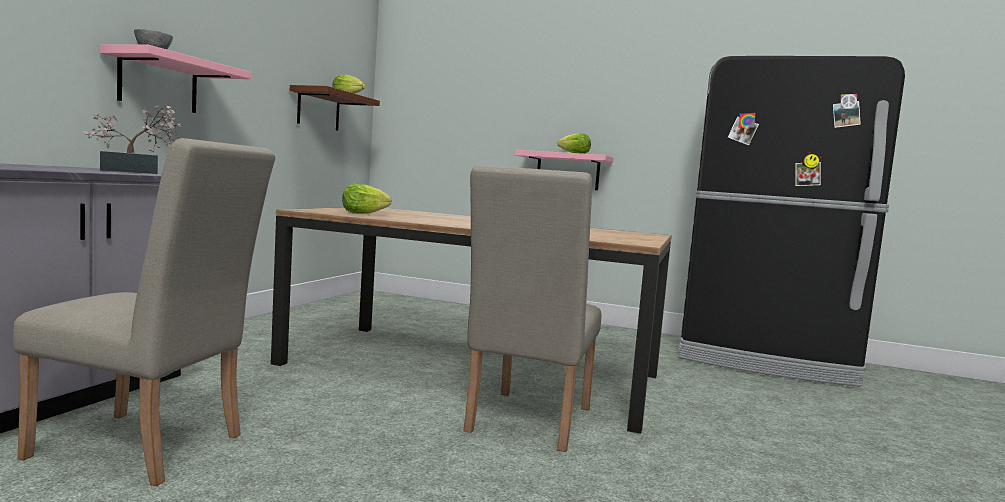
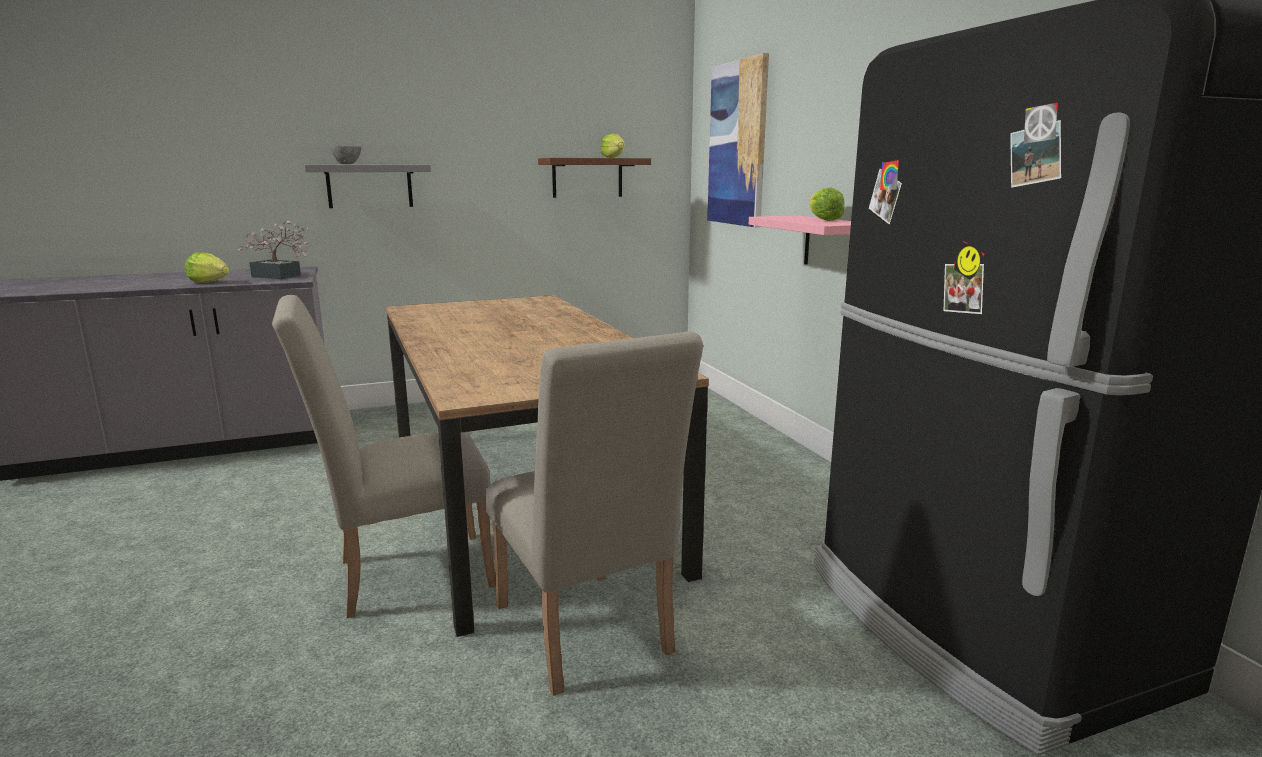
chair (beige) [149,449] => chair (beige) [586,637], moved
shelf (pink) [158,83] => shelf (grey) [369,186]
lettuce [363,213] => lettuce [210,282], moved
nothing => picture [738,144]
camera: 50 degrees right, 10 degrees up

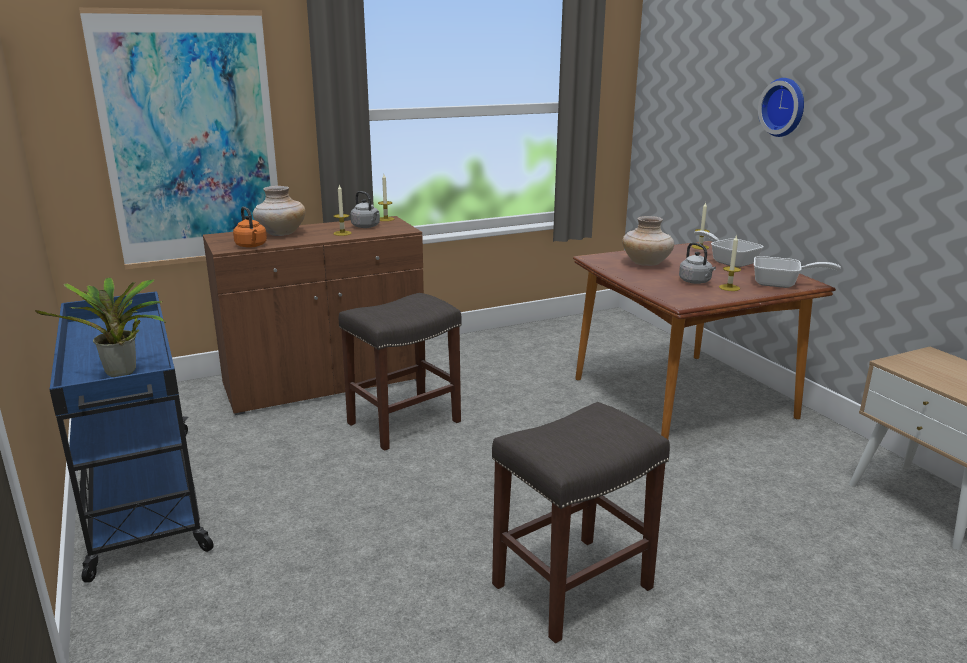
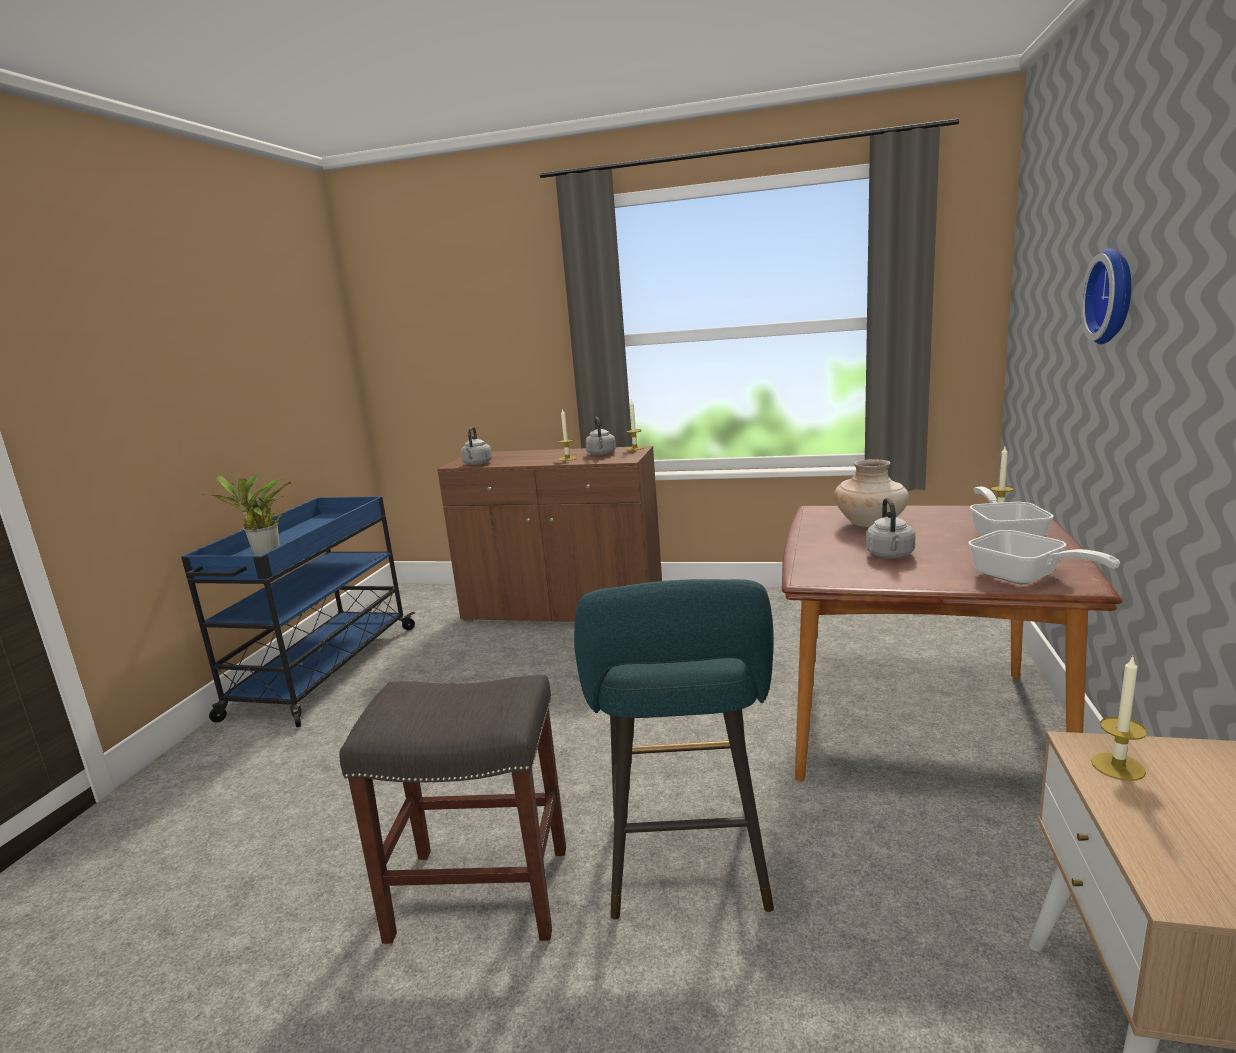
picture [191,141] => nothing
kettle (orange) [251,246] => kettle (grey) [477,464]
vase (beige) [280,234] => nothing
stool (grey) [405,421] => nothing
candle [729,288] => candle [1118,766], moved
nothing => stool (turquoise) [687,868]
camera: 40 degrees right, 5 degrees down

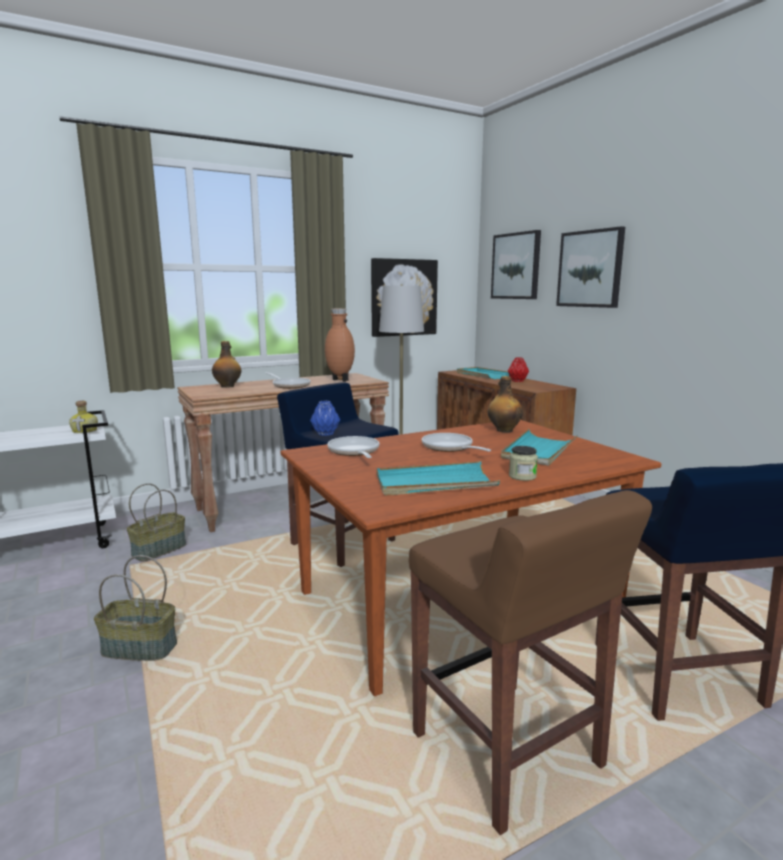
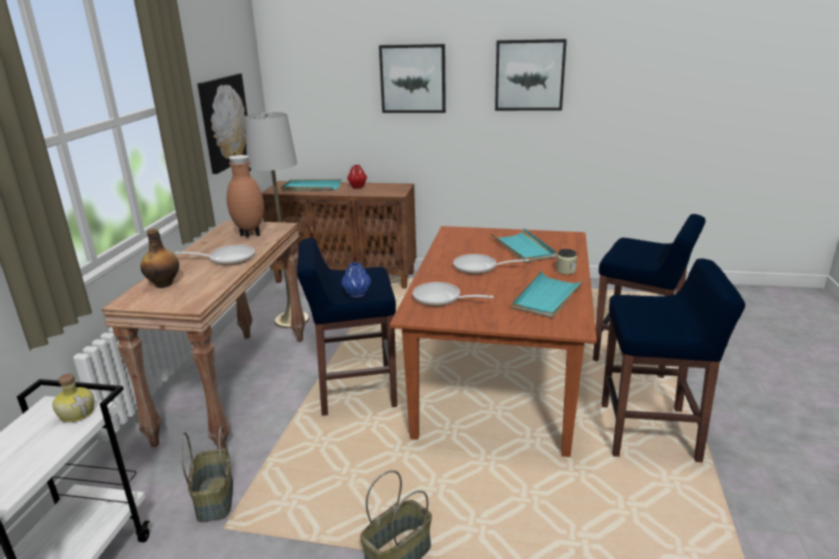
stool (brown) [508,752] => stool (blue) [650,432]
bottle [504,430] => nothing
picture [516,266] => picture [529,75], moved
camera: 50 degrees left, 10 degrees up

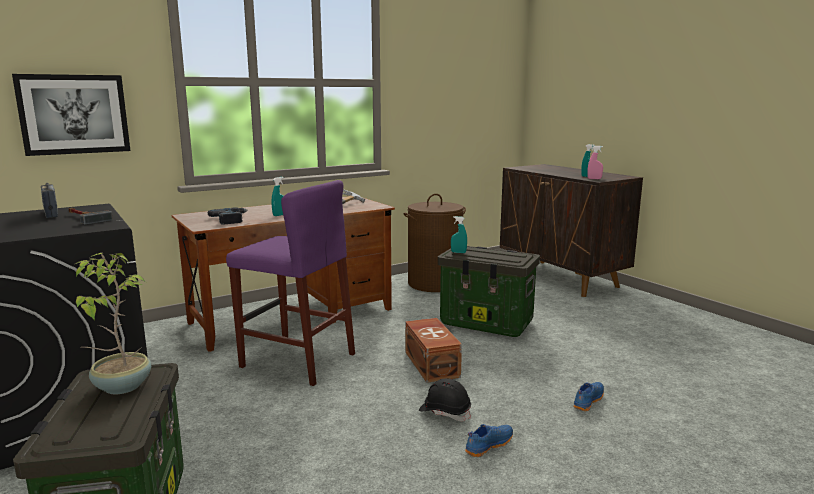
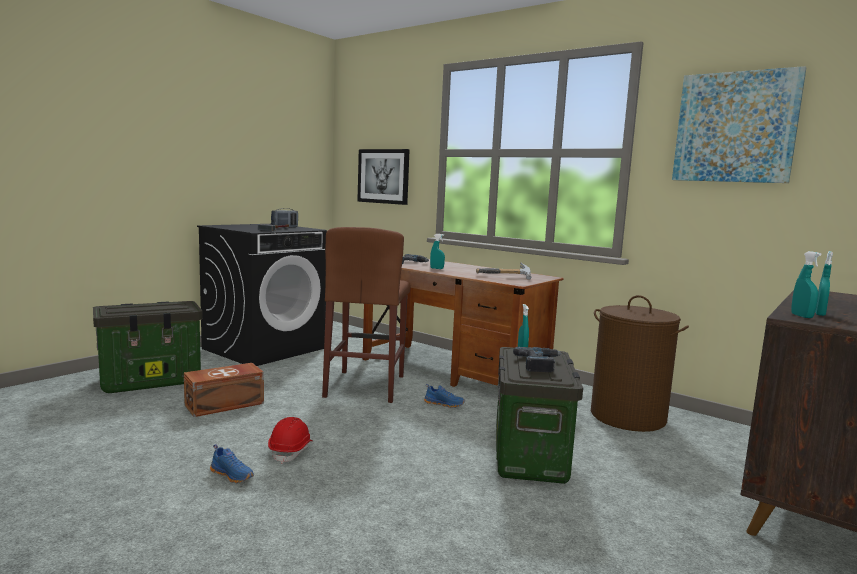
potted plant [121,387] => nothing
stool (purple) [297,360] => stool (brown) [365,386]
storage box (brown) [432,363] => storage box (brown) [226,404], moved
hard hat (black) [445,412] => hard hat (red) [291,451]
shoe (blue) [587,401] => shoe (blue) [444,404], moved
spray bottle (pink) [594,179] => spray bottle (turquoise) [802,316]
nothing => power drill [540,364]
nothing => picture [735,127]
camera: 70 degrees right, 5 degrees down

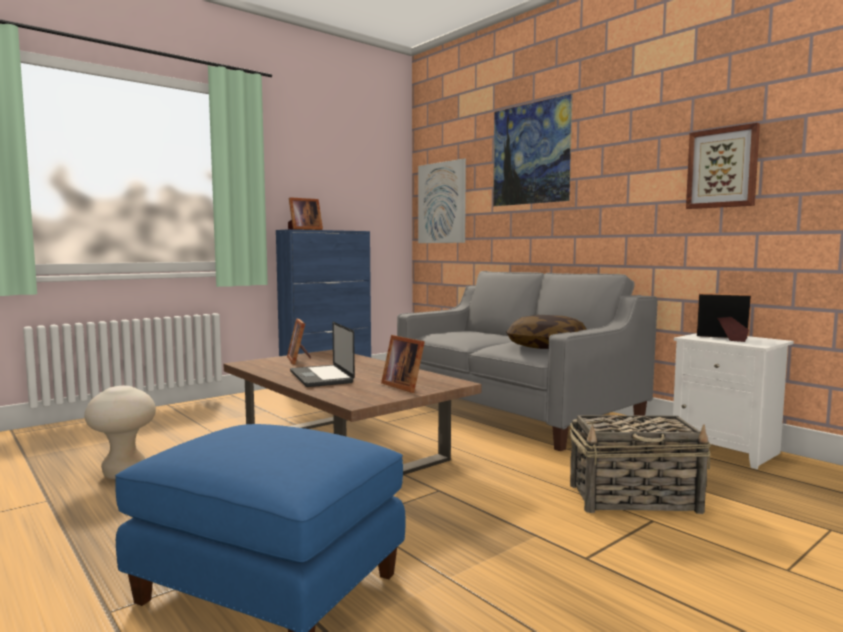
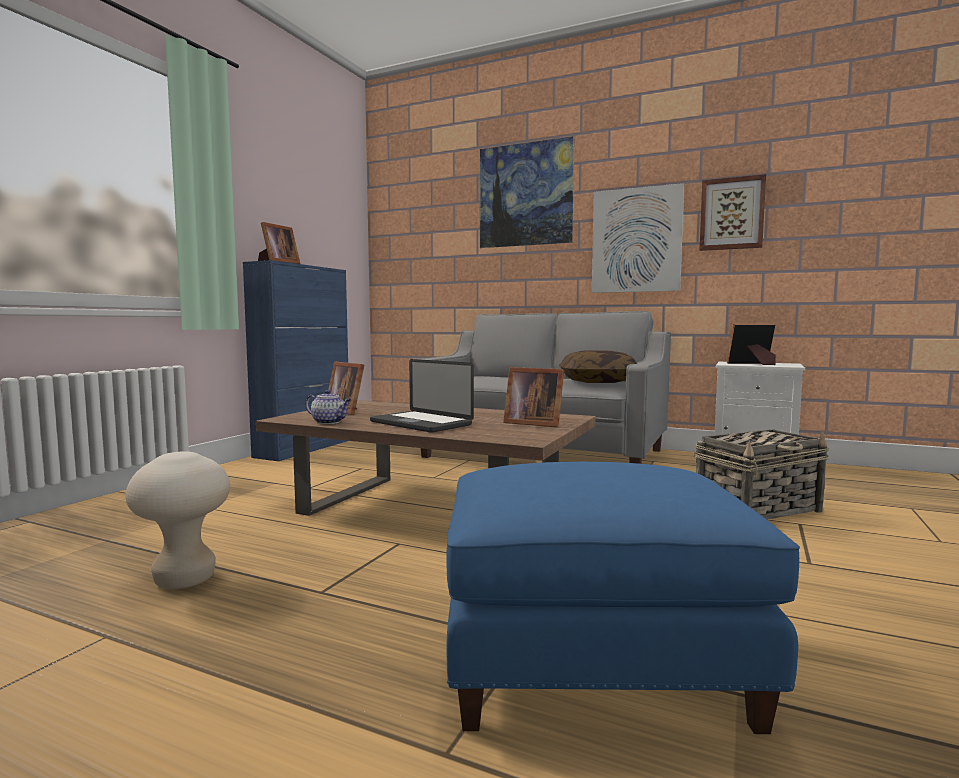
picture [441,203] => picture [636,240], moved
nothing => teapot [329,422]
camera: 25 degrees left, 0 degrees up

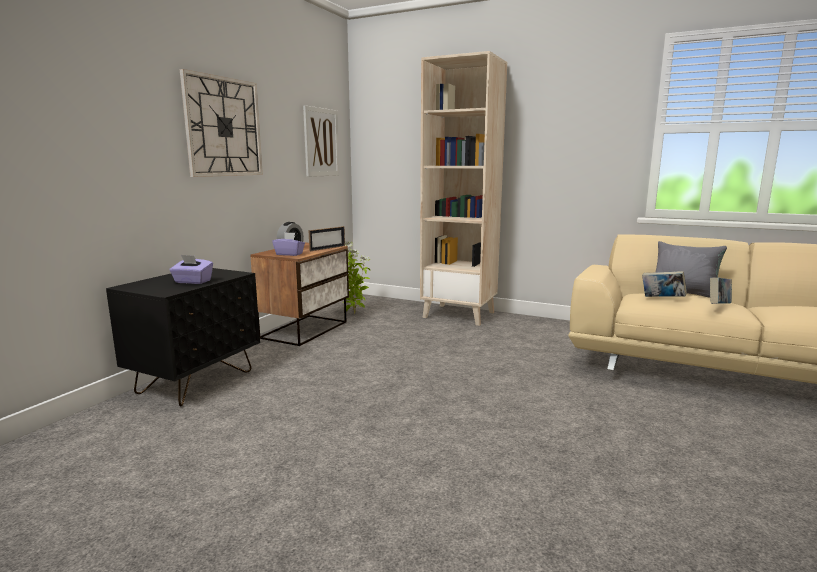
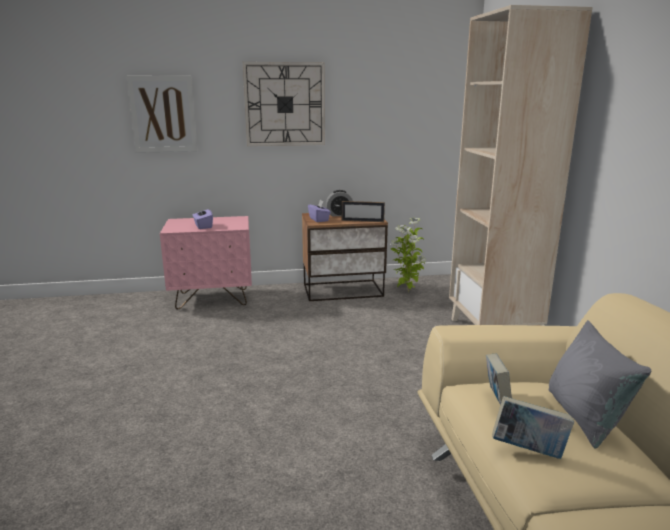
nightstand (black) [196,382] => nightstand (pink) [213,299]
picture [321,142] => picture [163,114], moved
camera: 55 degrees right, 5 degrees up

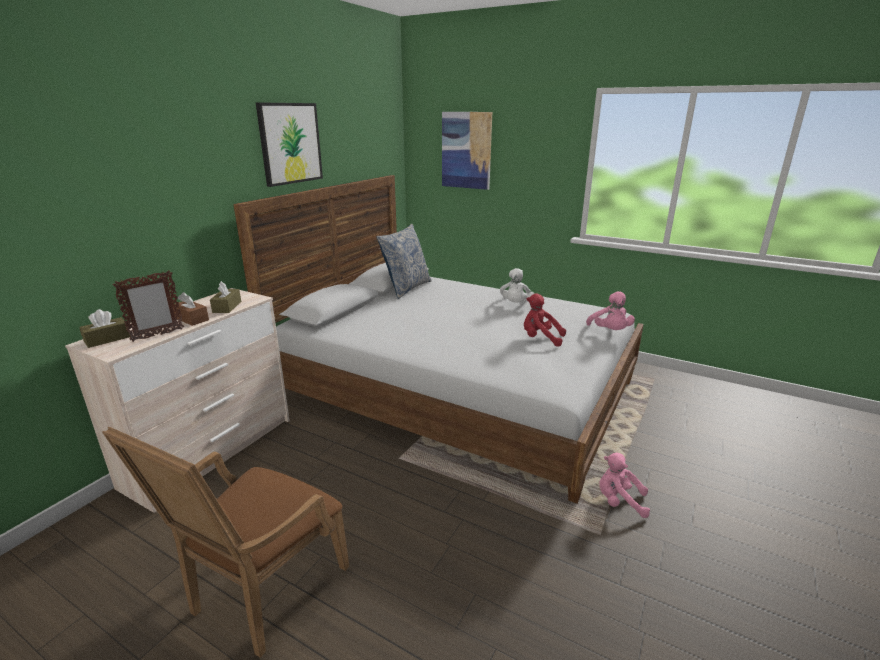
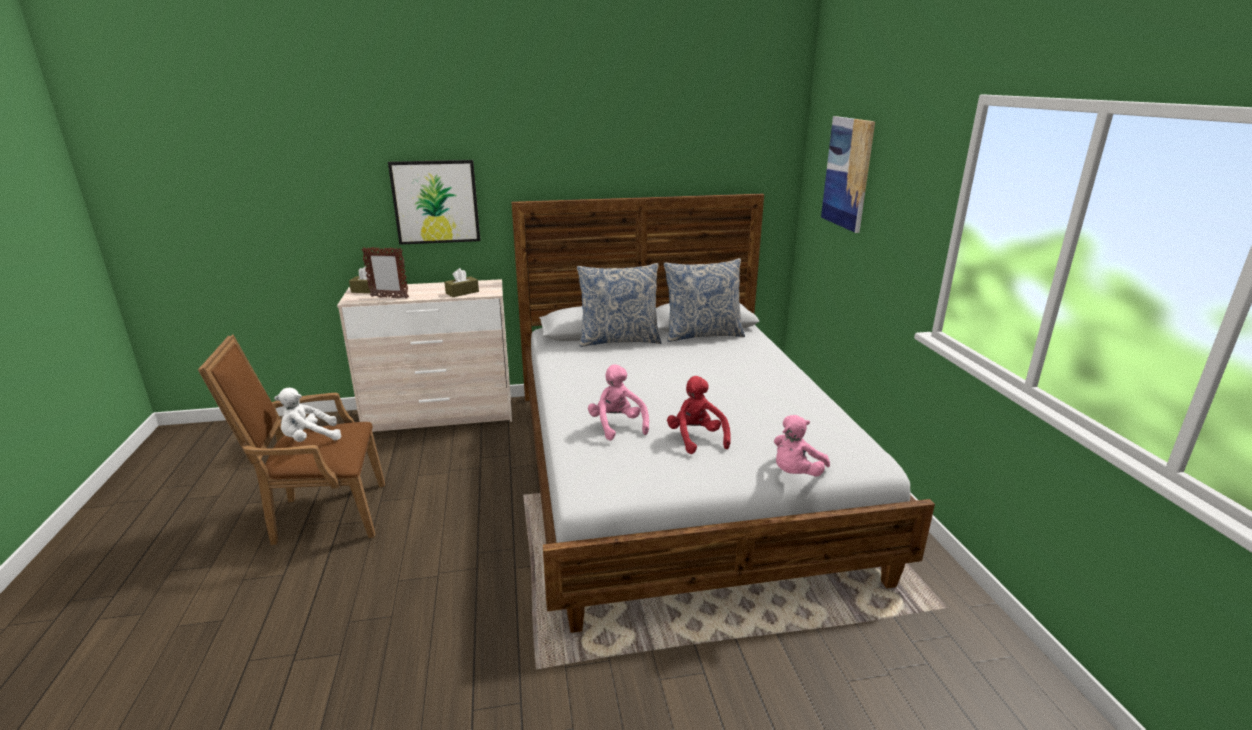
tissue box (brown) [191,319] => nothing
picture [290,143] => picture [436,202], moved
plush toy (white) [515,304] => plush toy (white) [309,439], moved
plush toy (pink) [619,501] => plush toy (pink) [617,425], moved
nothing => pillow [619,340]
camera: 50 degrees right, 0 degrees up

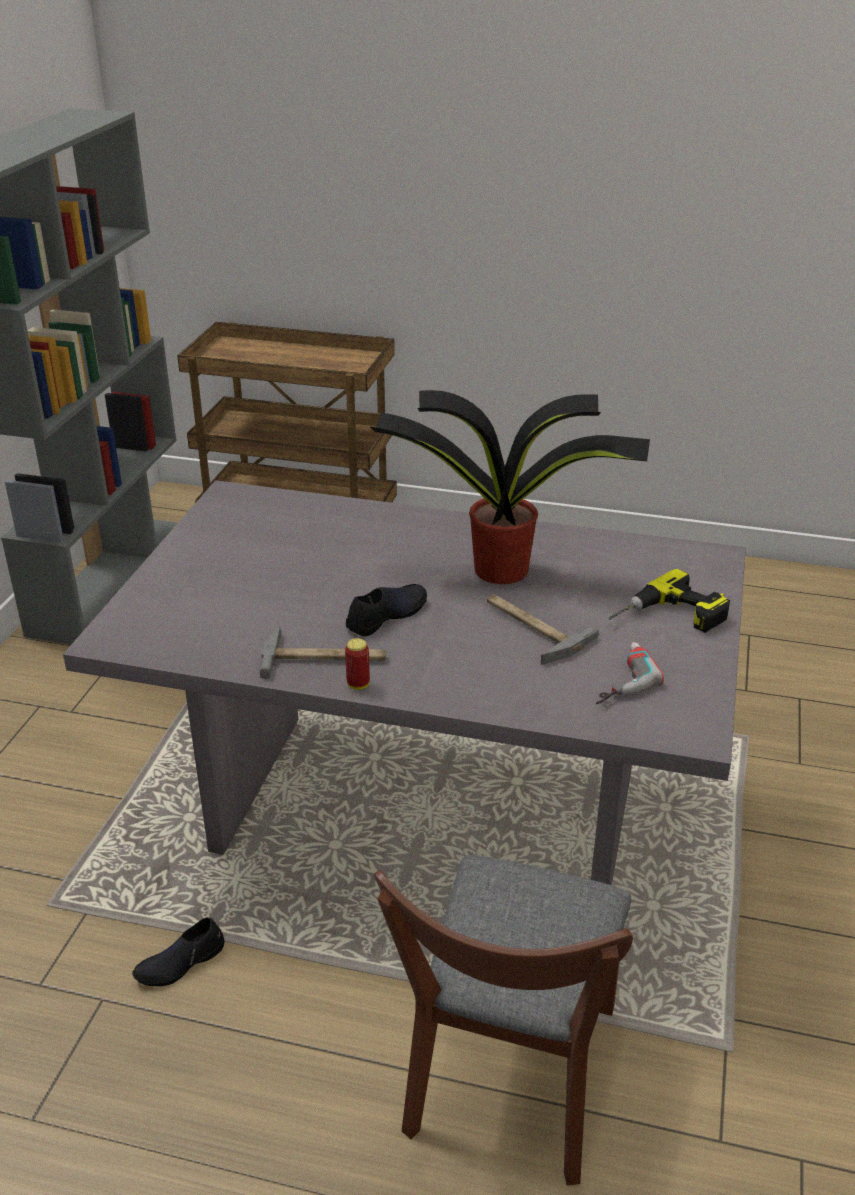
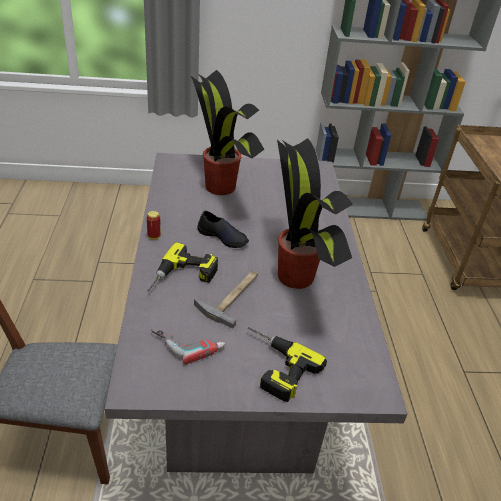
shoe (black) [180,963] => nothing
hammer [324,657] => nothing
nothing => power drill [183,278]
nothing => potted plant [221,188]
camera: 70 degrees right, 5 degrees up

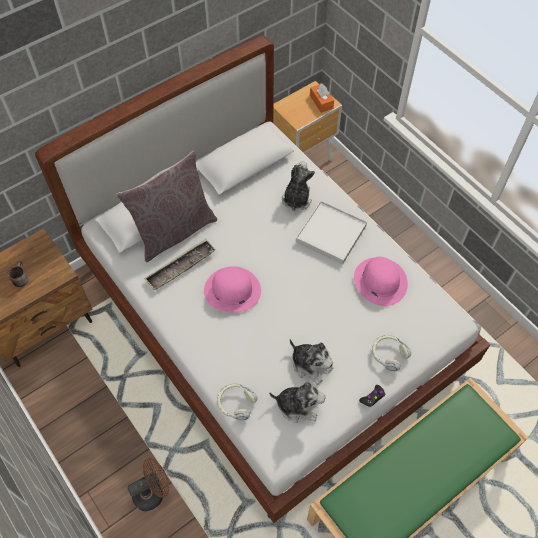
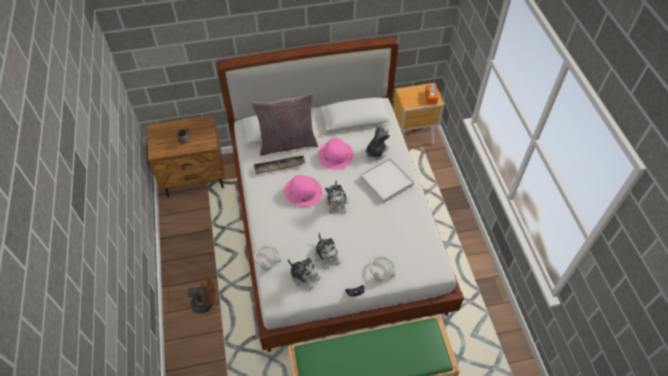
hat (pink) [380,281] => hat (pink) [335,155], moved
nothing => plush toy [337,203]
camera: 25 degrees right, 5 degrees down

